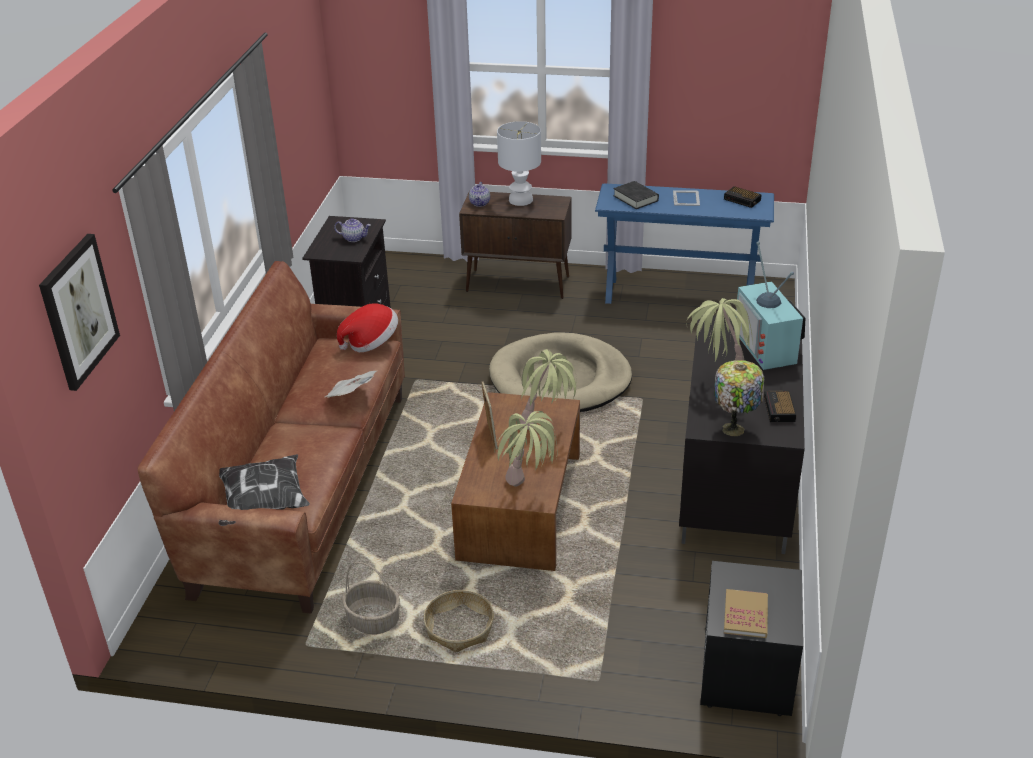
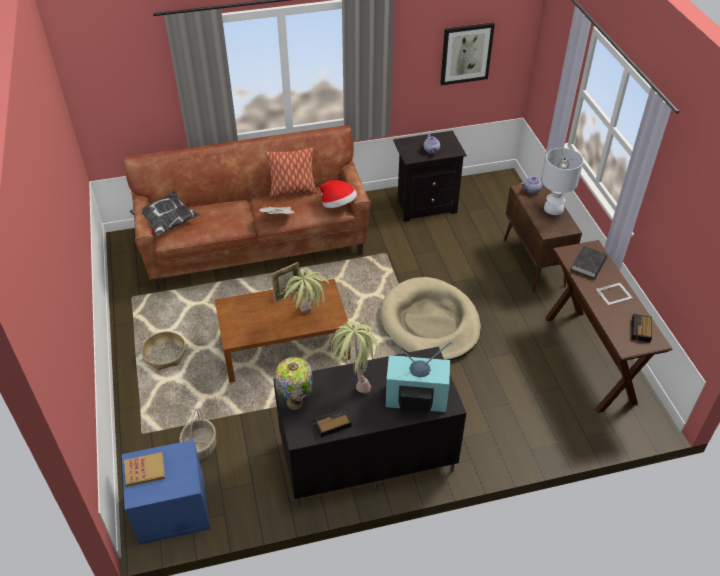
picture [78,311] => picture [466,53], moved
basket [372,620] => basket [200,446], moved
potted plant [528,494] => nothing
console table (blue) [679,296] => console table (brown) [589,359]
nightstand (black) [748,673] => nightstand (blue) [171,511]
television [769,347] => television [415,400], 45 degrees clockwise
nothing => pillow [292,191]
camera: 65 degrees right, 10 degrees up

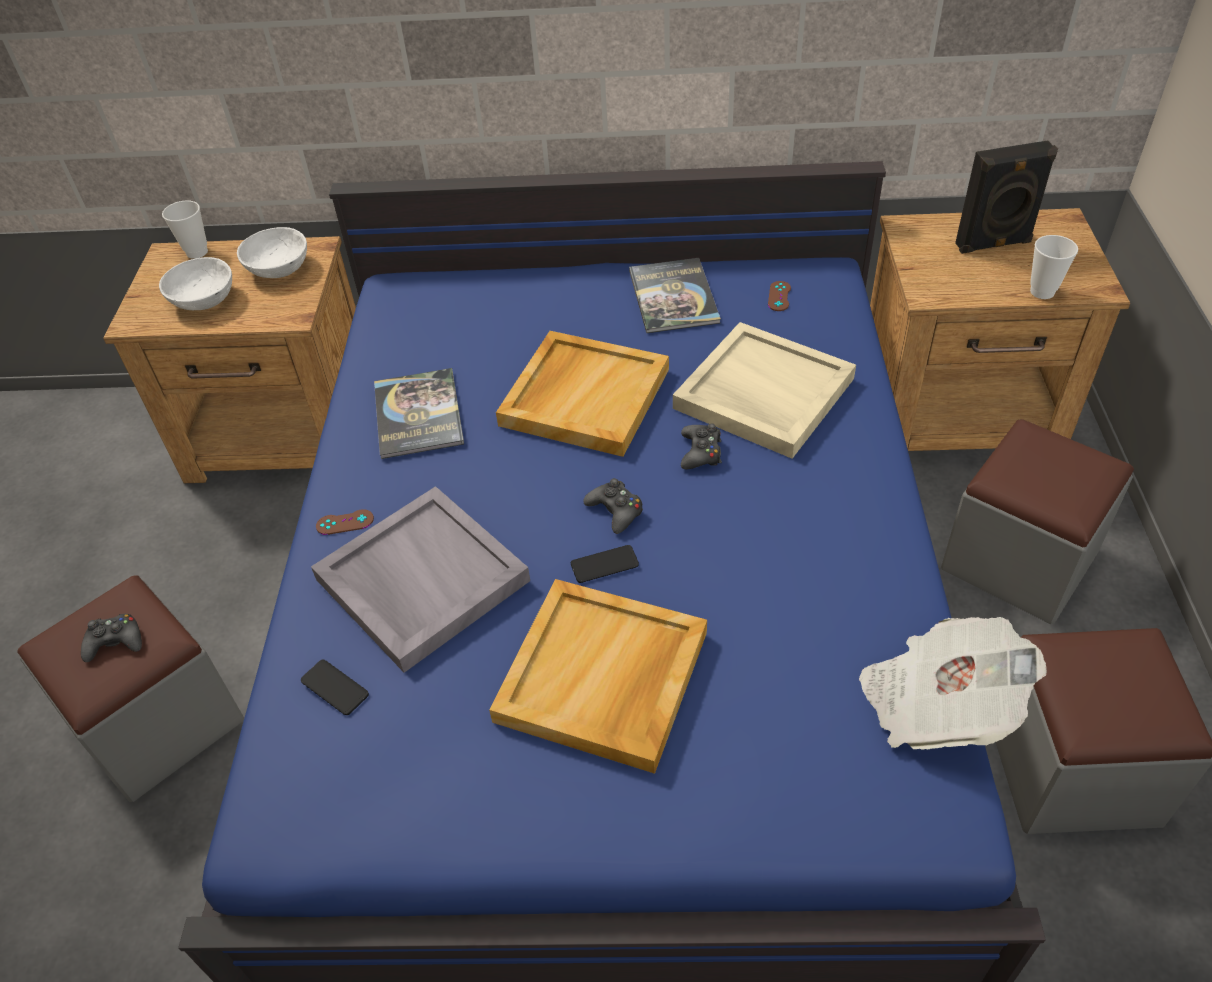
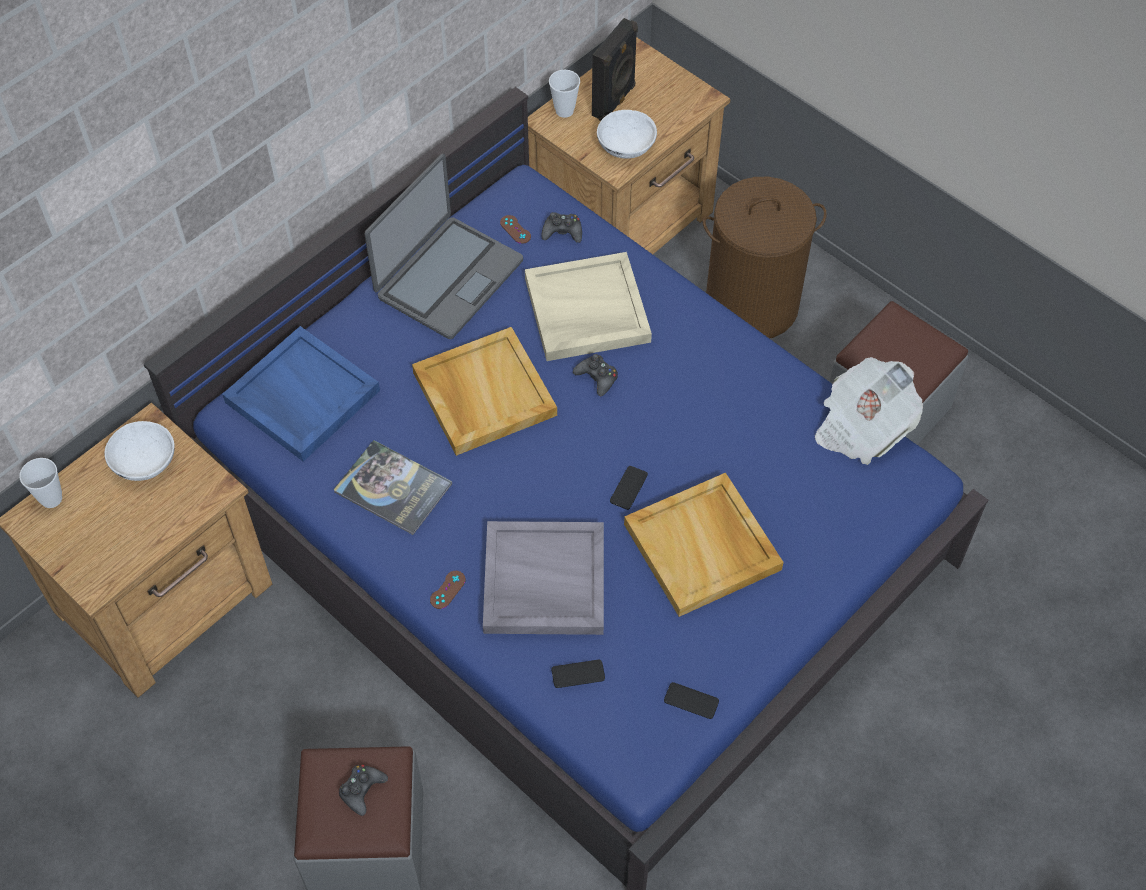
bowl (white) [204,299] => bowl (white) [625,146], moved
game controller (black) [616,511] => game controller (black) [562,232], moved
book [673,297] => laptop [448,278]
ottoman (grey) [1019,560] => laundry basket (brown) [752,304]
cup [1042,292] => cup [564,111], moved
nothing => tray (blue) [301,396]
nothing => phone [691,701]
camera: 50 degrees left, 10 degrees up

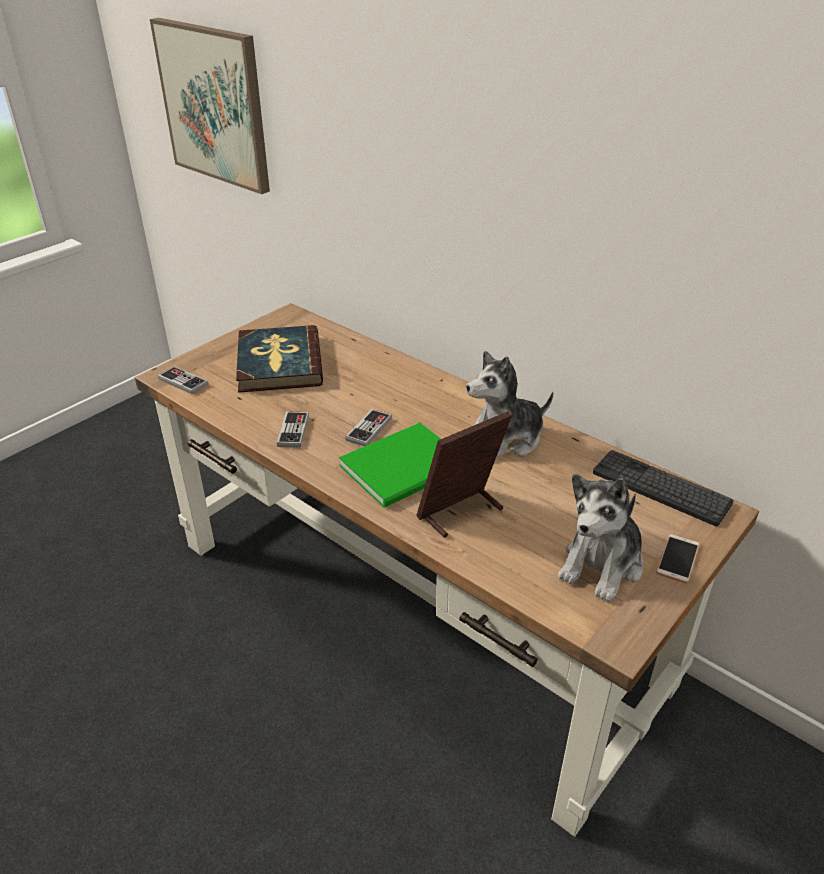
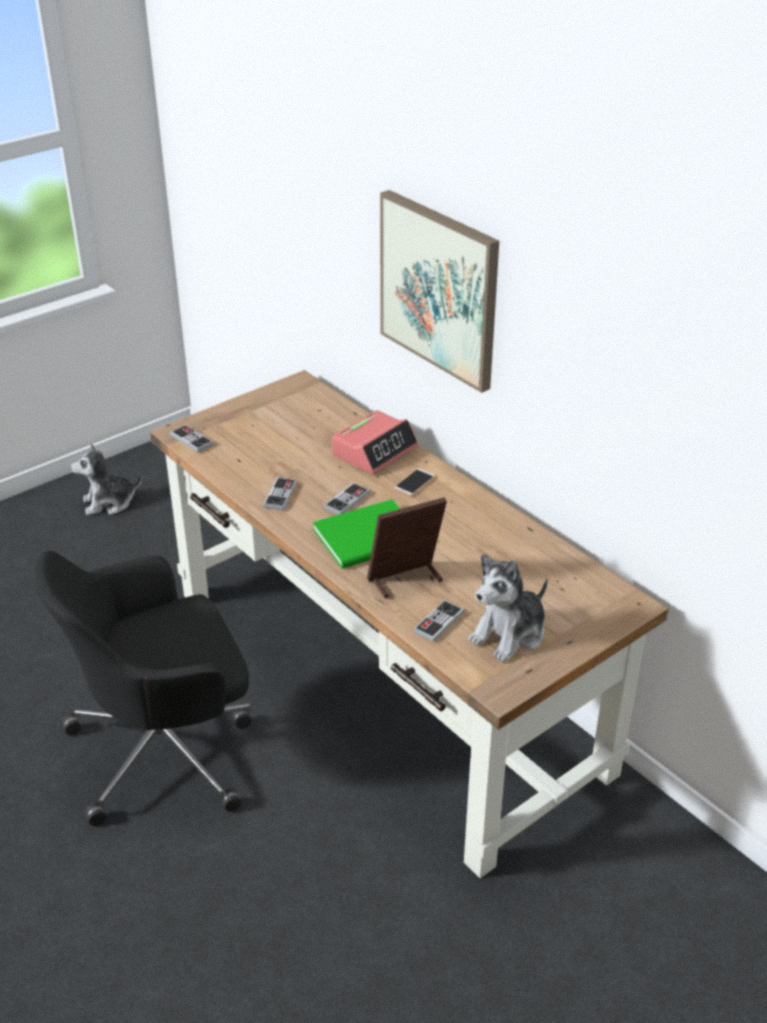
picture [214,105] => picture [439,289], moved
book [279,363] => nothing
plush toy [505,440] => plush toy [109,503], moved
keyboard [660,488] => nothing
phone [677,559] => phone [414,483], moved
nothing => office chair (black) [166,750]
nothing => alarm clock [375,451]
nothing => game controller [438,622]
camera: 10 degrees right, 0 degrees up

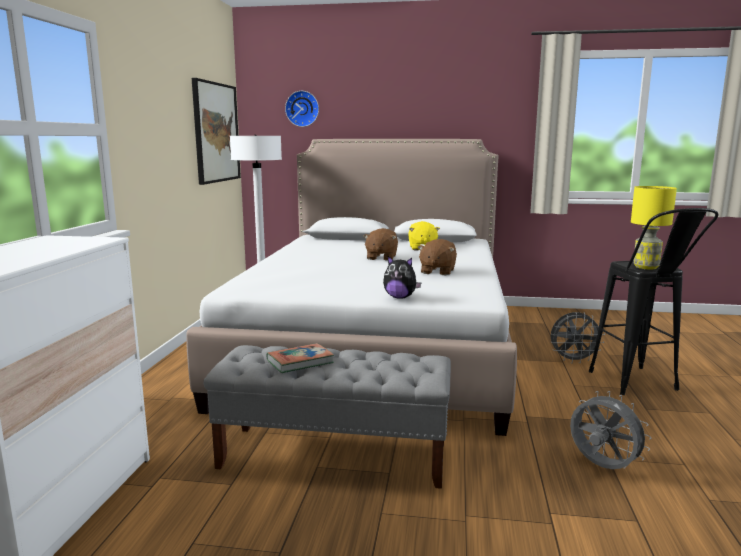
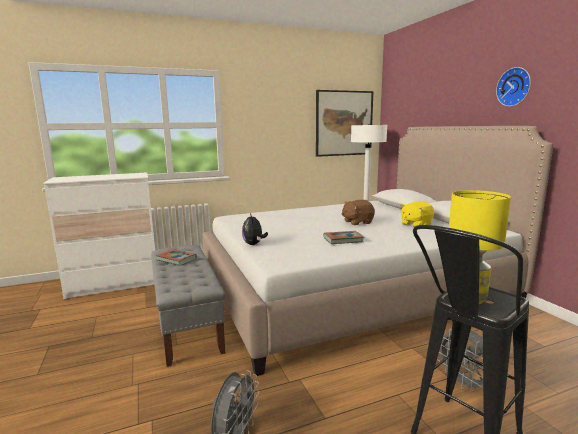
wall clock [302,109] => wall clock [514,87], moved
plush toy (brown) [437,271] => book [343,240]
camera: 60 degrees right, 0 degrees up

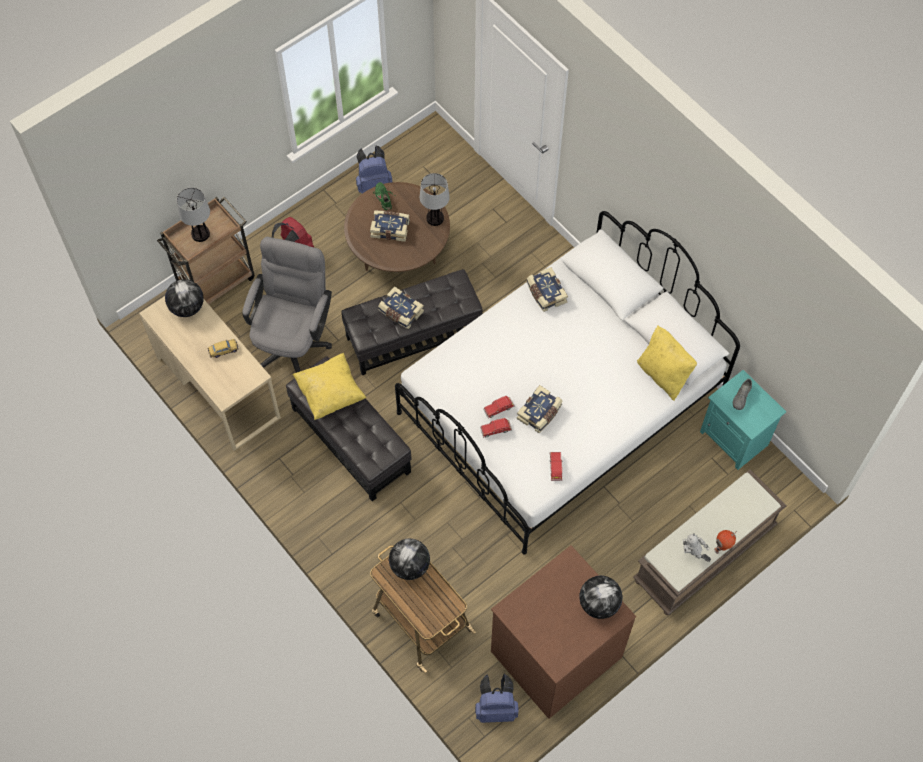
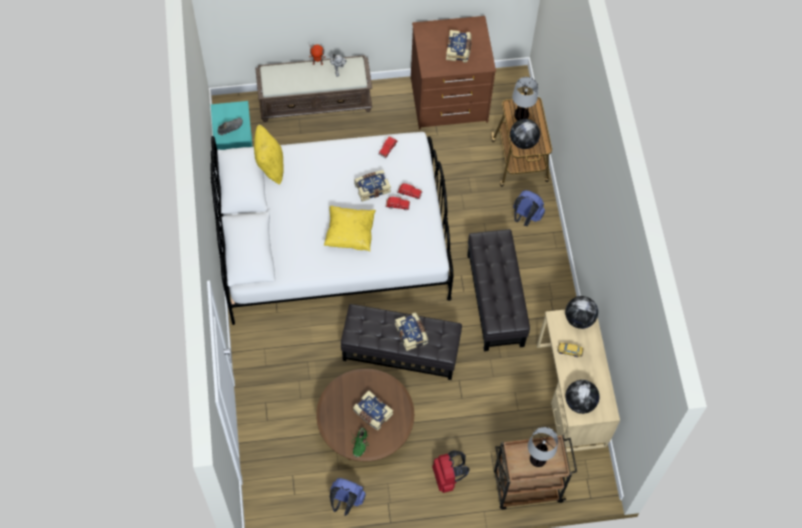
office chair (grey) [294,341] => nothing
pillow (yellow) [330,393] => pillow (yellow) [350,234], moved
table lamp [435,218] => table lamp [521,115], moved
backpack (blue) [496,708] => backpack (blue) [525,217], moved
book [545,293] => book [459,49], moved
globe [599,604] => globe [579,319], moved
camera: 150 degrees left, 0 degrees up

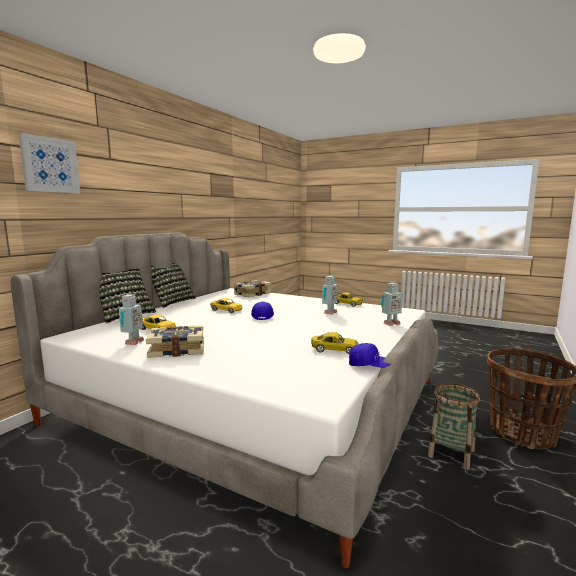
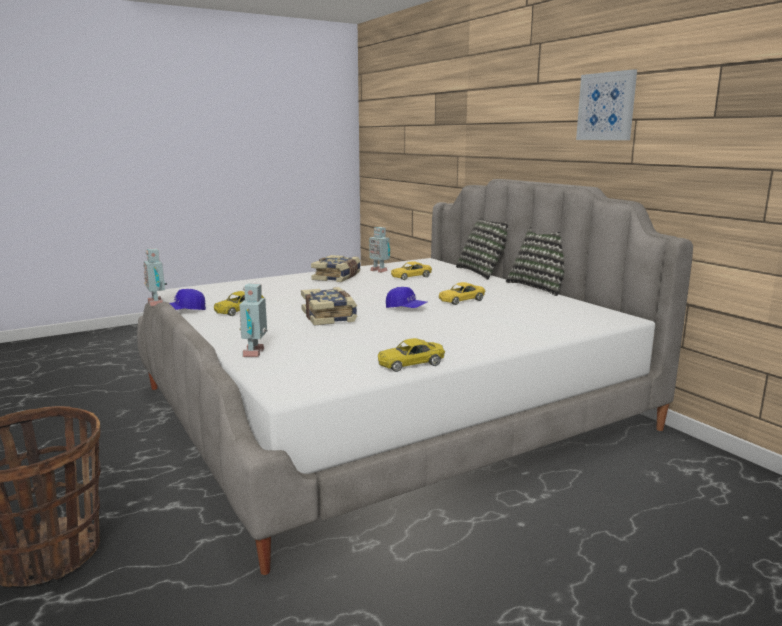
picture [50,165] => picture [606,106], moved
book [252,294] => book [330,316], moved
toy robot [329,313] => toy robot [157,303], moved
basket [451,453] => nothing
camera: 120 degrees right, 5 degrees up

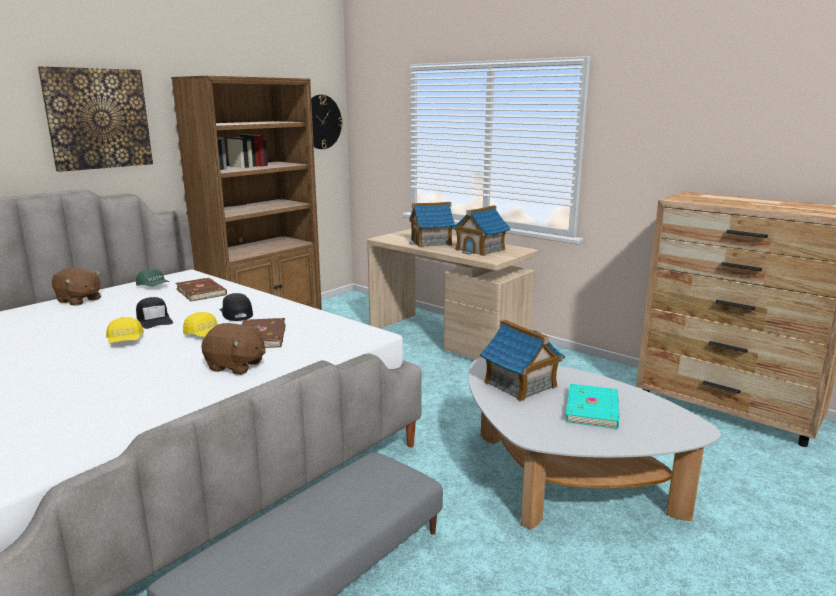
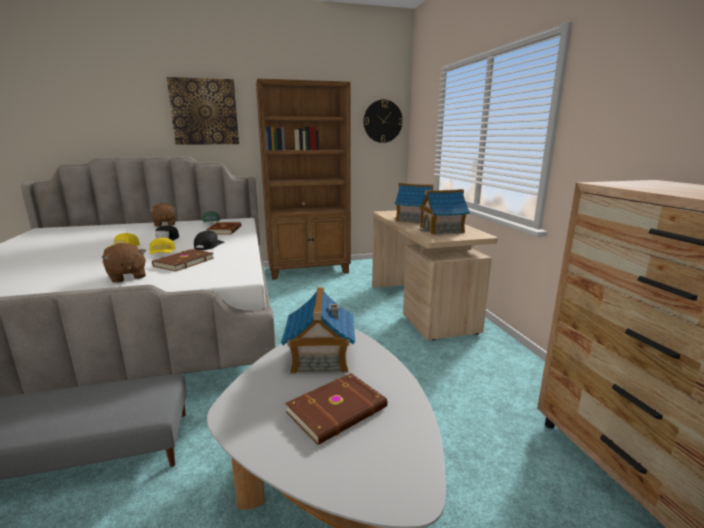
book (turquoise) [593,409] => book (brown) [338,411]
camera: 35 degrees right, 0 degrees up

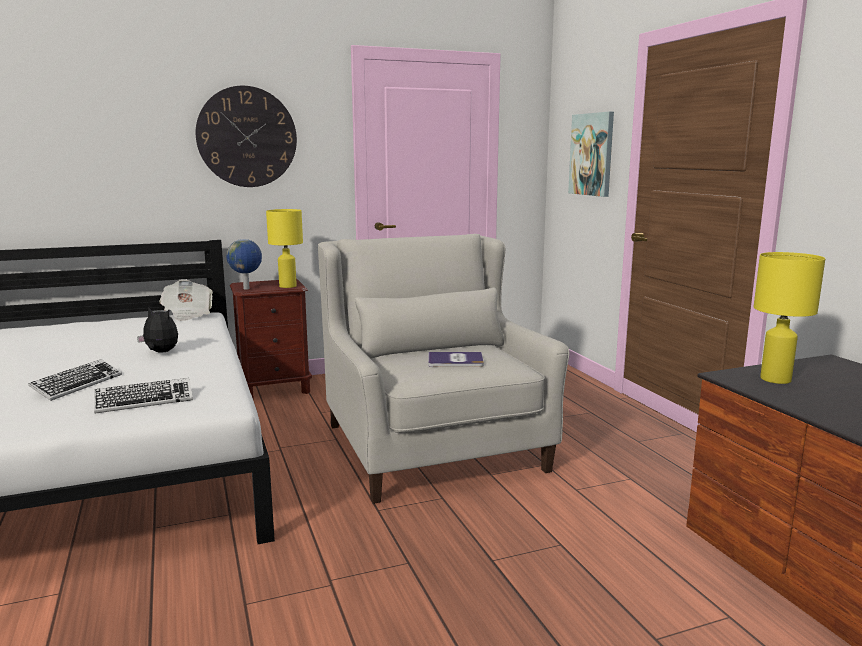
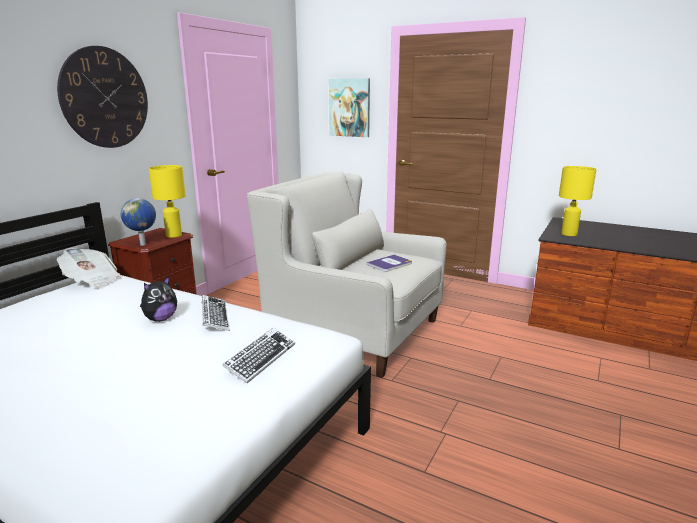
keyboard [77,385] => keyboard [215,317], moved
plush toy [160,352] => plush toy [160,319], 150 degrees clockwise
camera: 40 degrees left, 5 degrees up

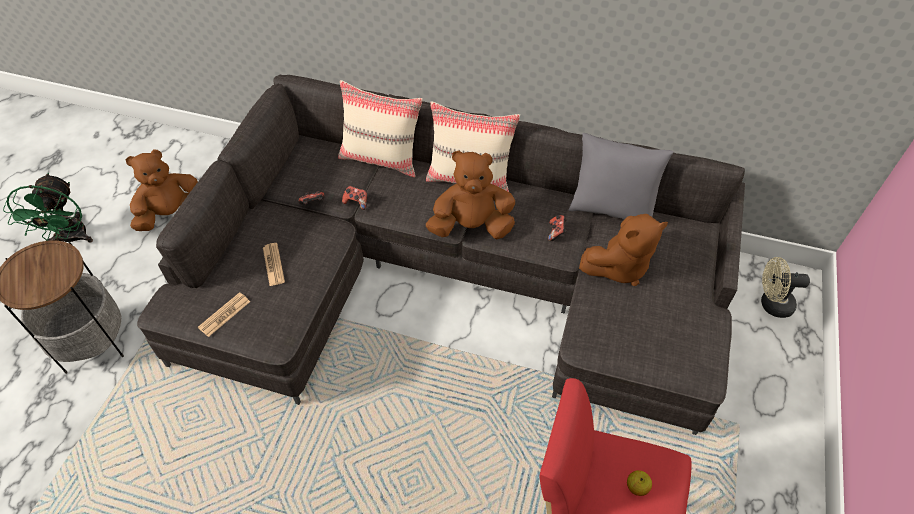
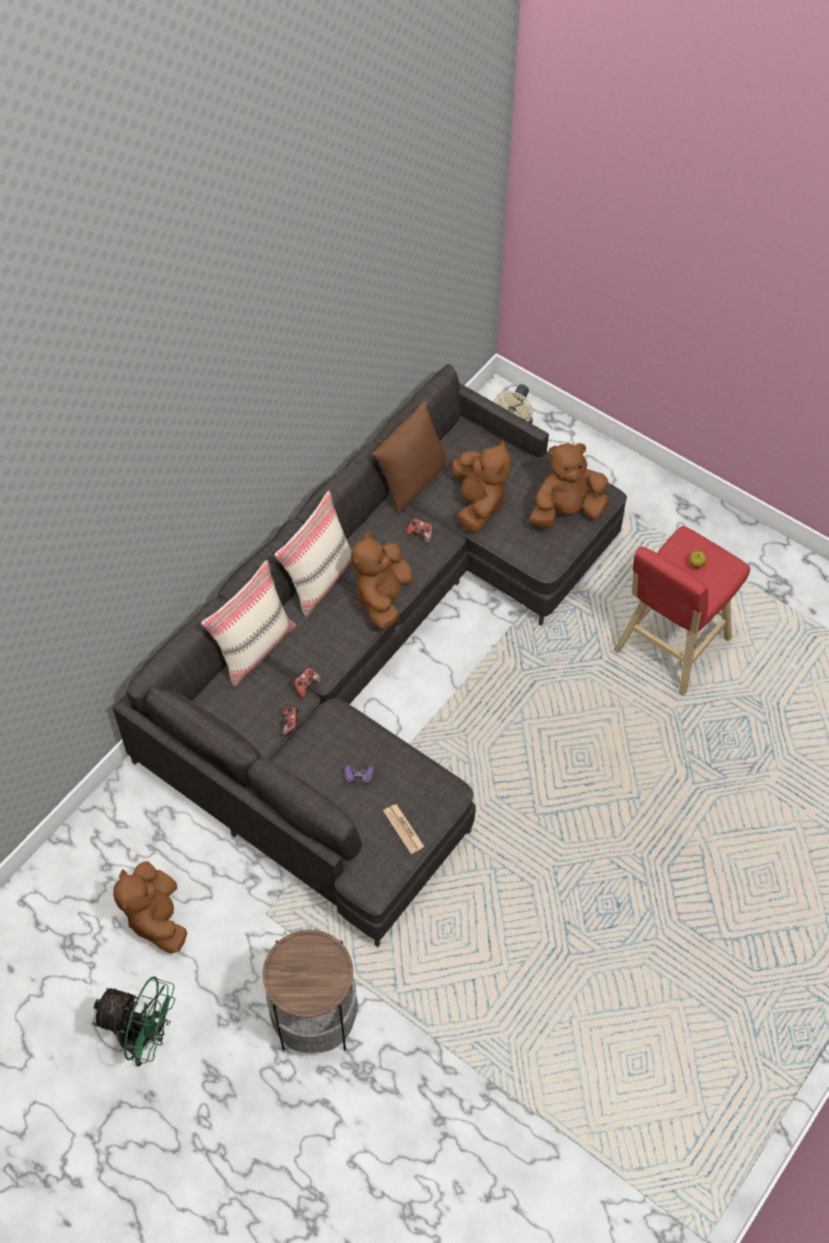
newspaper [273,264] => game controller (purple) [358,776]
pillow (grey) [611,209] => pillow (brown) [411,483]
nothing => plush toy (brown) [566,511]
camera: 70 degrees left, 5 degrees up

